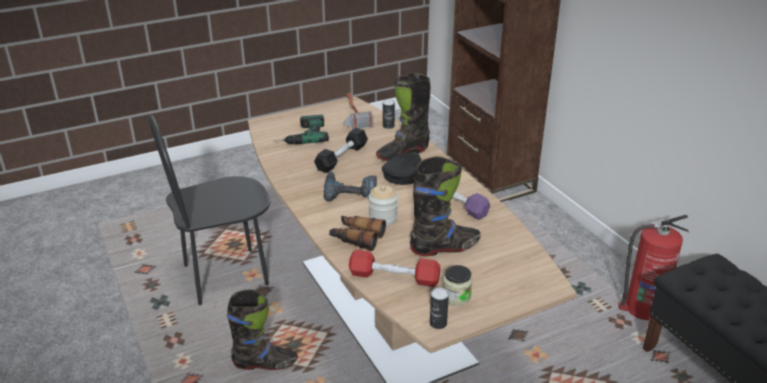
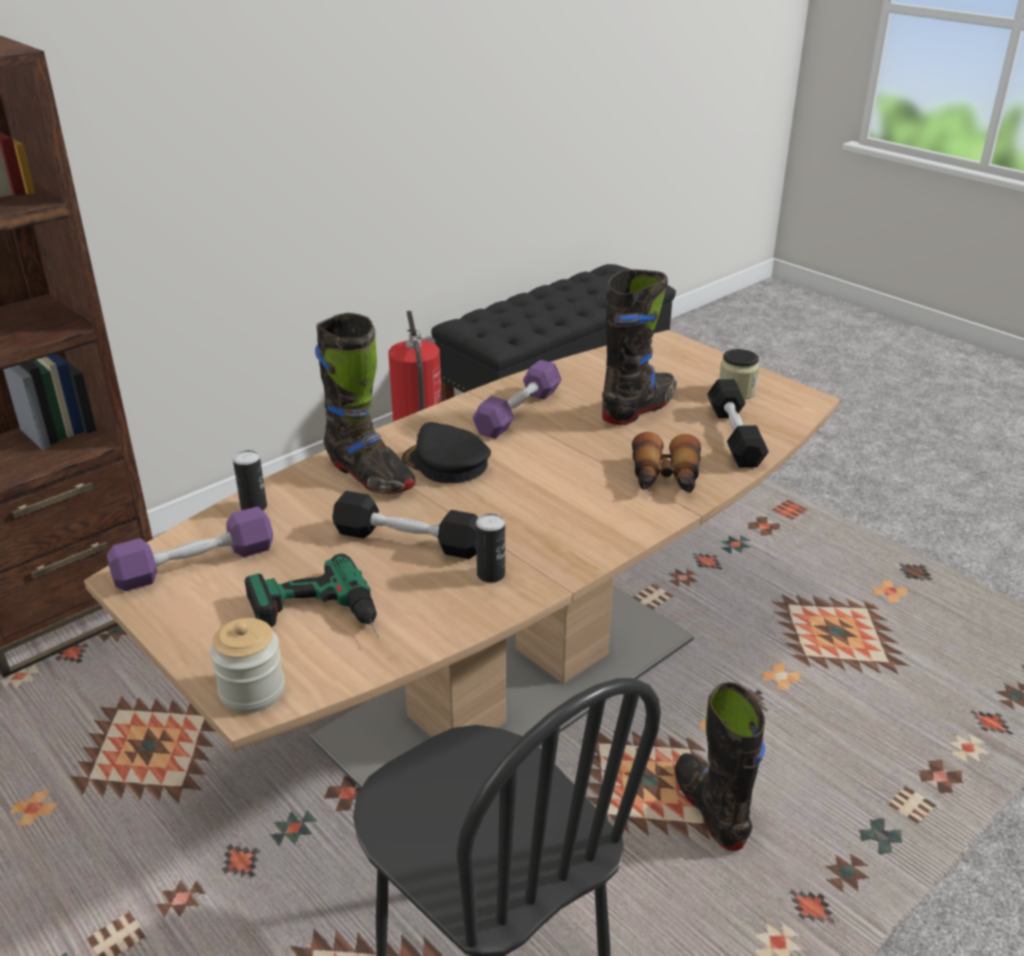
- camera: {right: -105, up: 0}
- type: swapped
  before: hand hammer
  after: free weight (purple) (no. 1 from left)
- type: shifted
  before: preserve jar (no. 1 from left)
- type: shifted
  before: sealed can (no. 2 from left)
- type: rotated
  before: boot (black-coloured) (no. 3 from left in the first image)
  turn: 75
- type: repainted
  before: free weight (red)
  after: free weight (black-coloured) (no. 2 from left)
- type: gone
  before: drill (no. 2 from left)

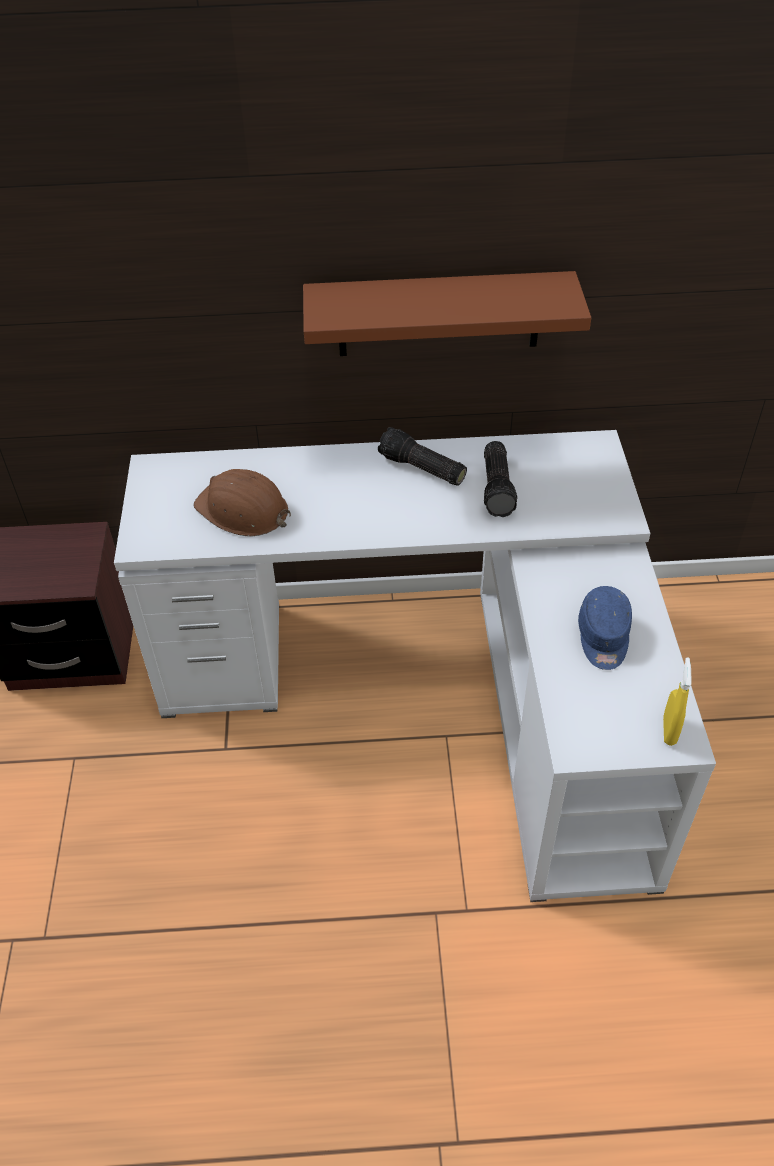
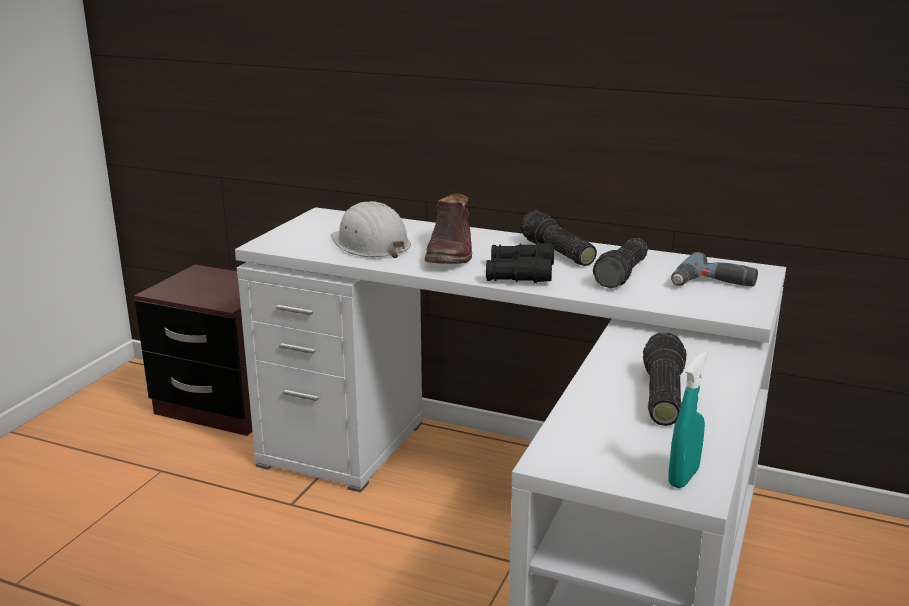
- camera: {right: 25, up: -25}
- type: repainted
  before: safety helmet (brown-coloured)
  after: safety helmet (white)
- type: new
  after: boot (brown-coloured)
- type: new
  after: field glasses (black-coloured)
- type: swapped
  before: baseball cap (blue-coloured)
  after: torch (no. 3 from left)
- type: repainted
  before: sprayer (yellow)
  after: sprayer (blue-green)
- type: new
  after: drill
- type: gone
  before: shelf (brown-coloured)

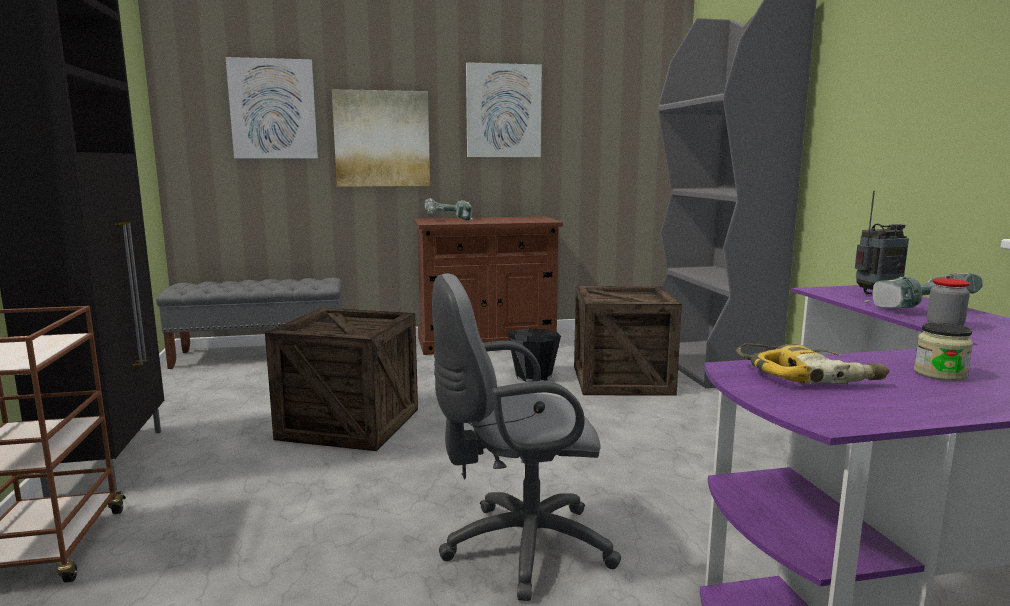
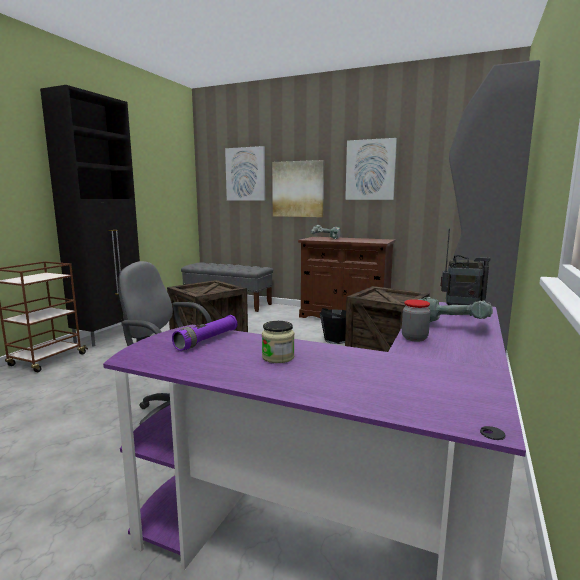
- camera: {right: 35, up: 0}
- type: swapped
  before: drill (no. 2 from left)
  after: torch (purple)

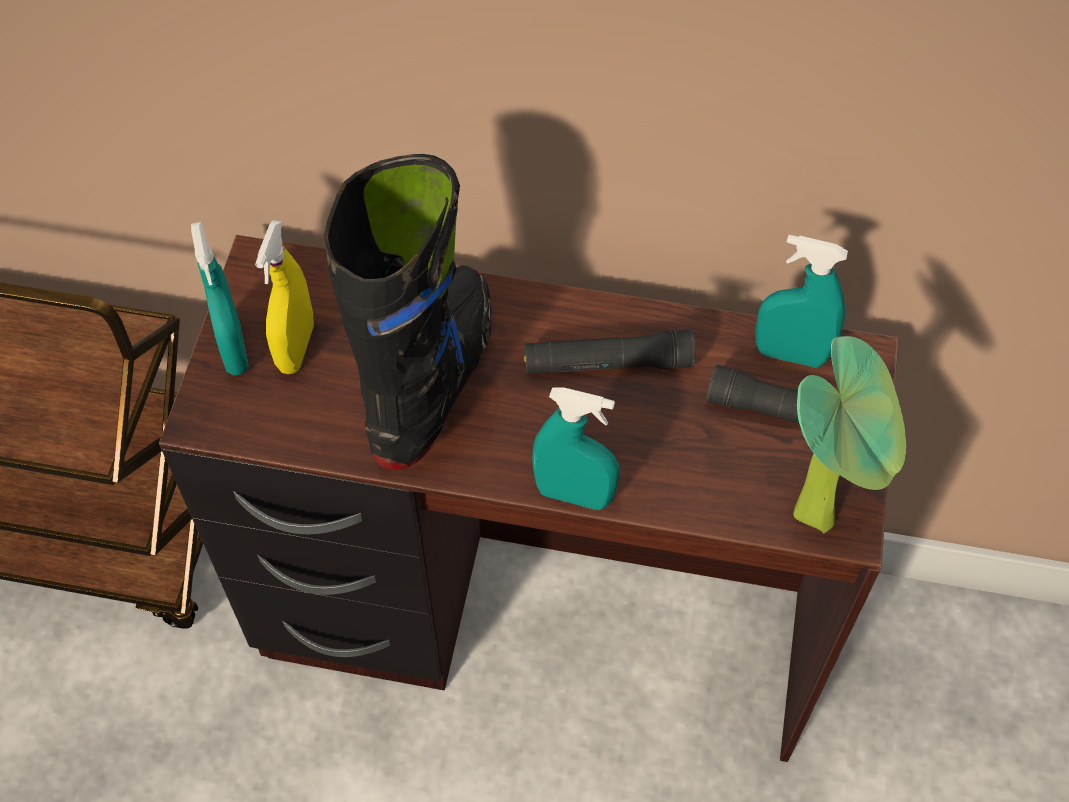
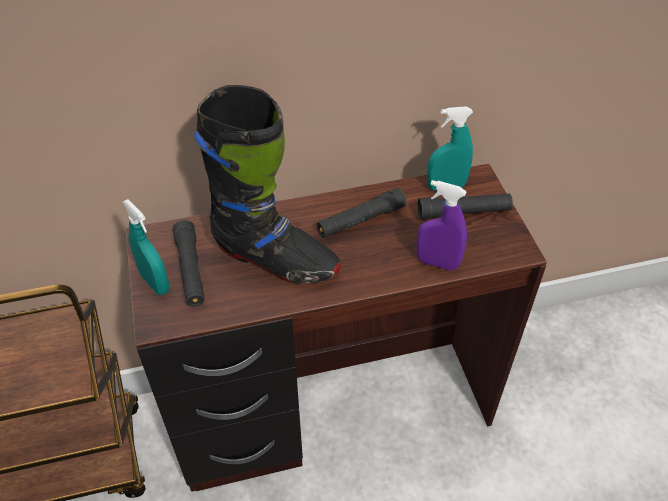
- camera: {right: -25, up: -10}
- type: swapped
  before: sprayer (yellow)
  after: torch (black-coloured) (no. 1 from left)
- type: rotated
  before: boot (black-coloured)
  turn: 120
- type: new
  after: sprayer (purple)
- type: gone
  before: sprayer (blue-green) (no. 2 from left)
- type: gone
  before: houseplant

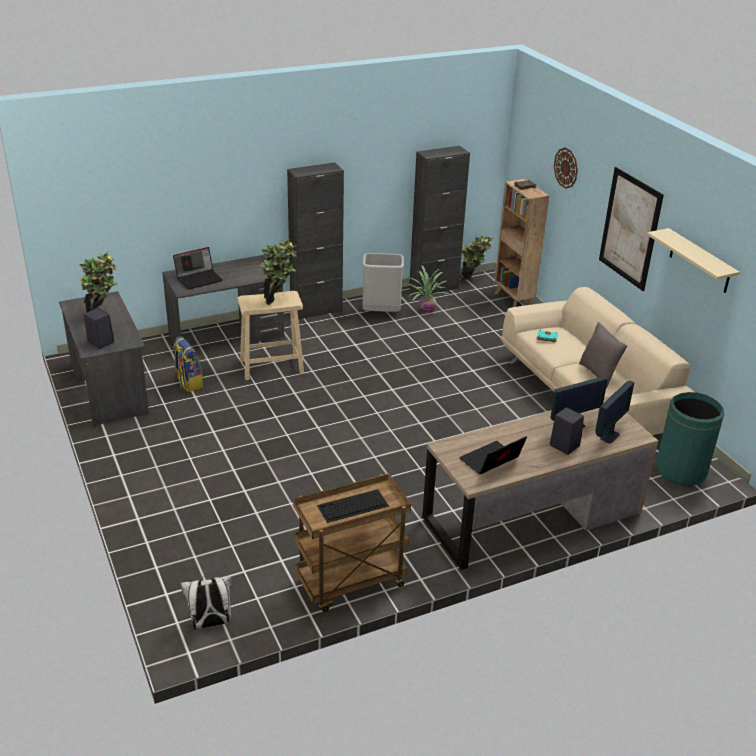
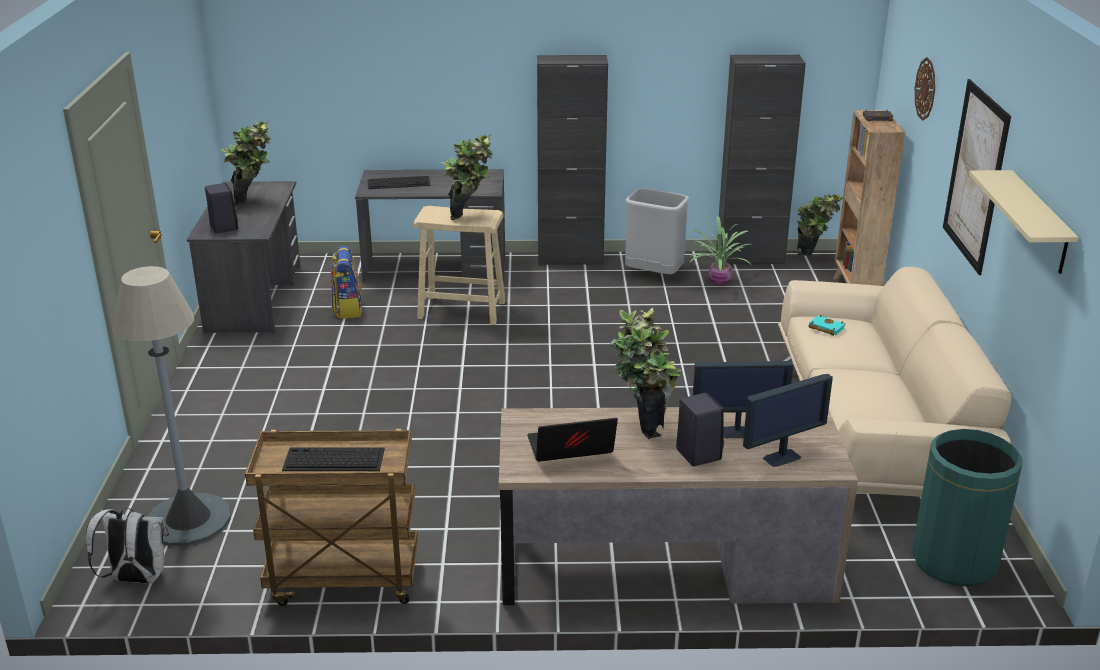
- camera: {right: 25, up: -5}
- type: new
  after: standing lamp (grey)
- type: swapped
  before: portable computer (no. 1 from left)
  after: PC keyboard (no. 2 from left)
- type: new
  after: houseplant (no. 3 from left)
- type: gone
  before: pillow (grey)

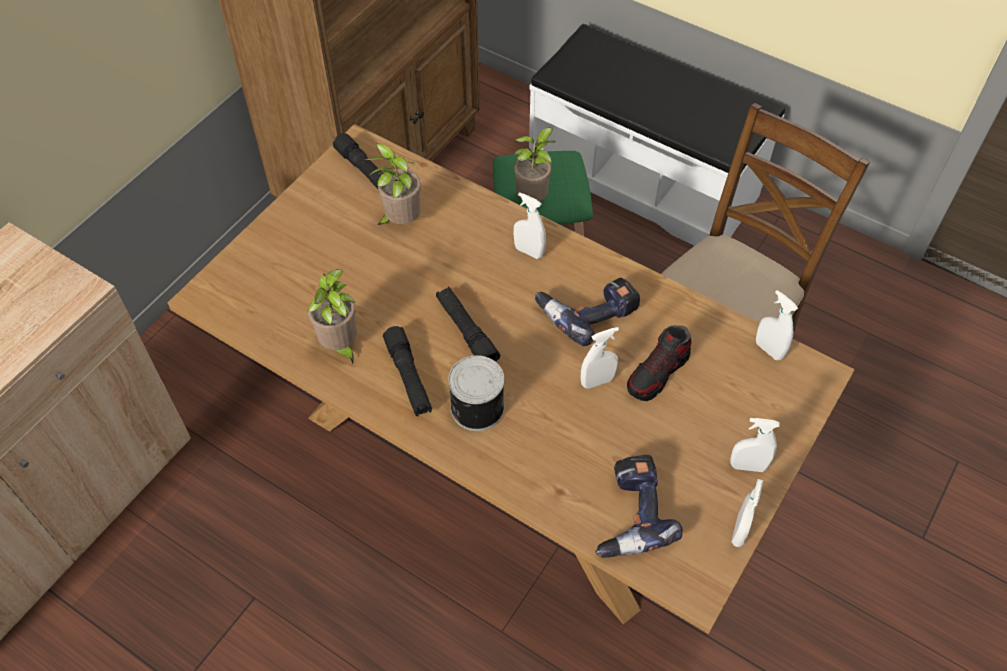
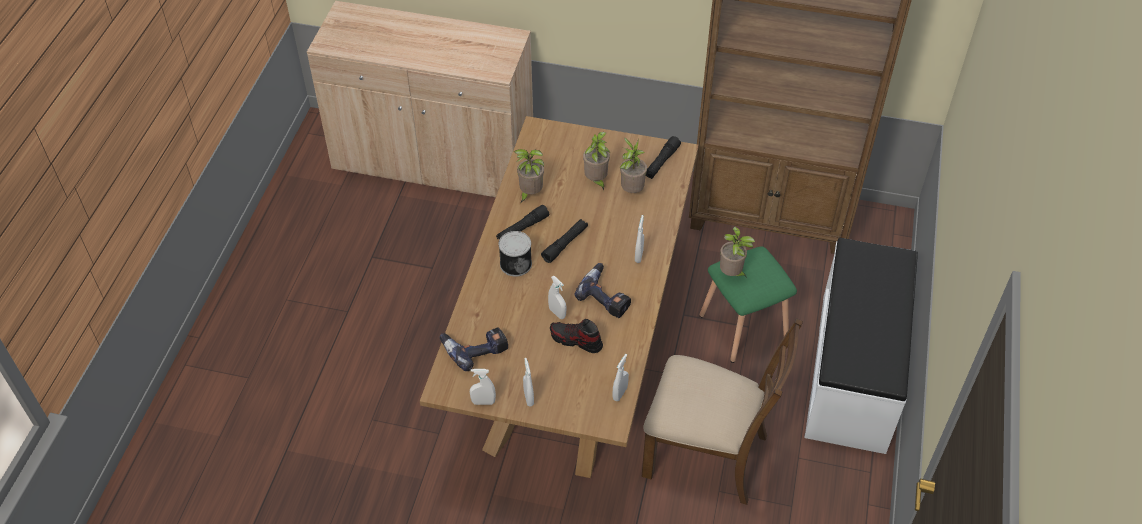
- camera: {right: 70, up: -5}
- type: new
  after: houseplant (no. 2 from left)

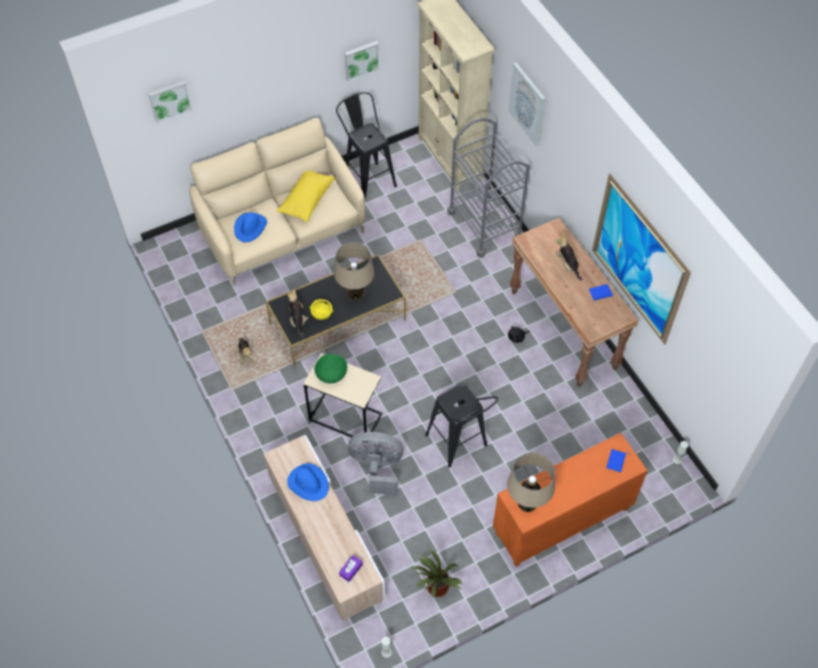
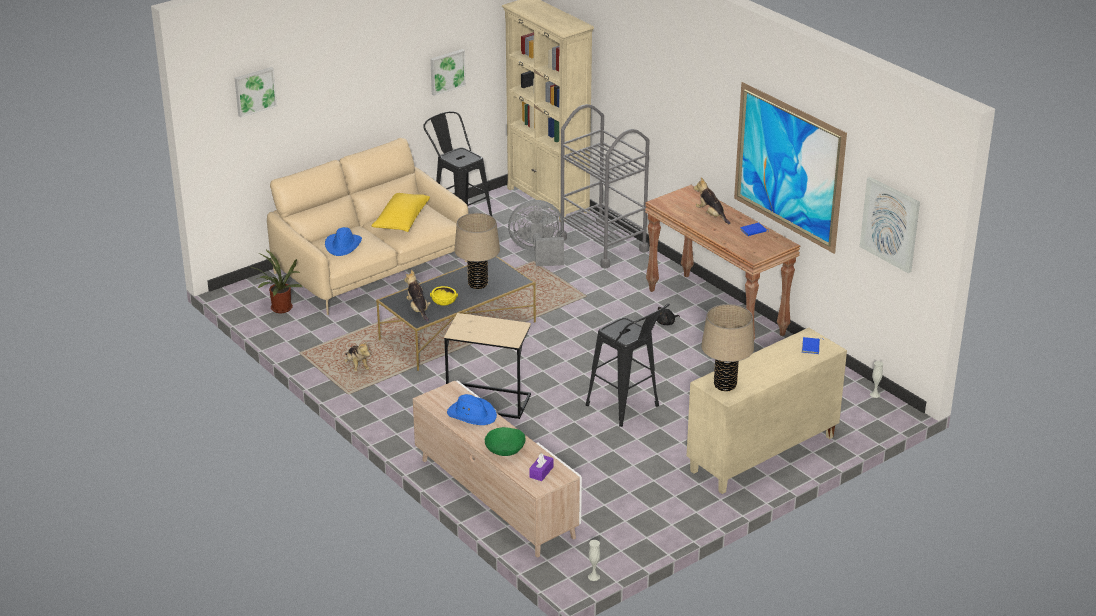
- camera: {right: -10, up: -25}
- type: shifted
  before: houseplant
- type: shifted
  before: bowl (green-coloured)
- type: shifted
  before: electric fan (grey)
- type: repainted
  before: cupboard (orange-coloured)
  after: cupboard (sand-coloured)
- type: shifted
  before: wall picture (no. 3 from left in the first image)
  after: wall picture (no. 4 from left)

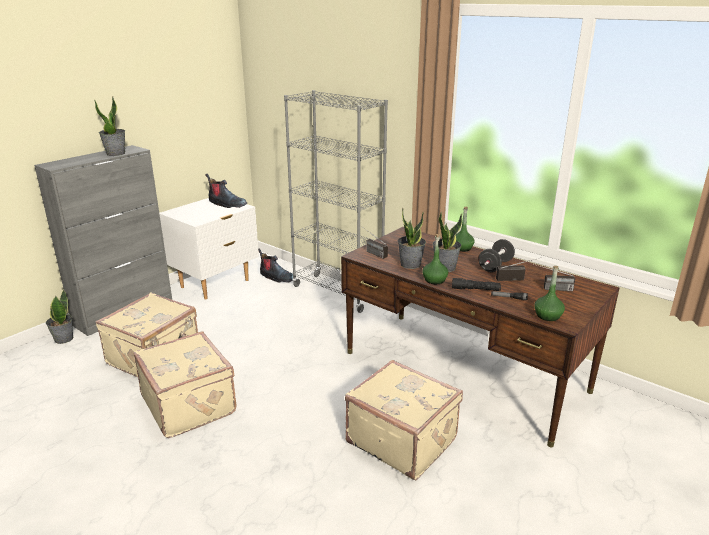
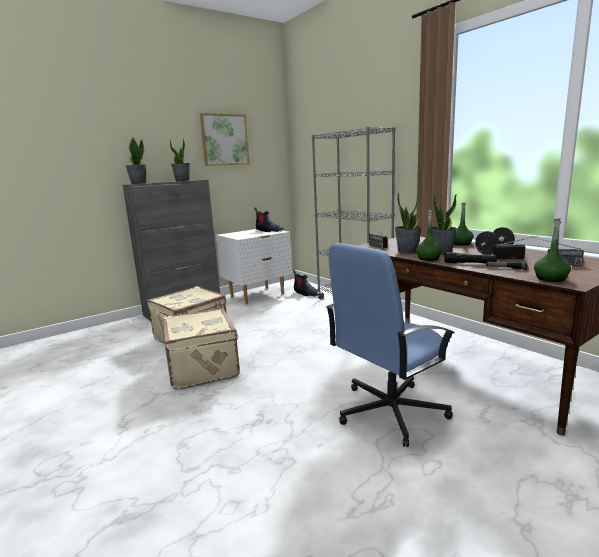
- camera: {right: 15, up: -10}
- type: shifted
  before: houseplant (no. 1 from left)
- type: new
  after: wall picture
- type: swapped
  before: piece of luggage (sand-coloured) (no. 3 from left)
  after: office chair (blue-coloured)

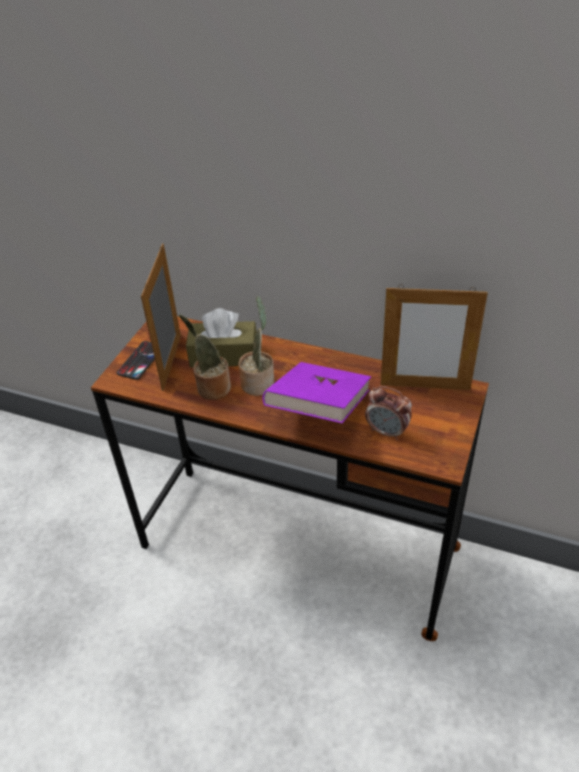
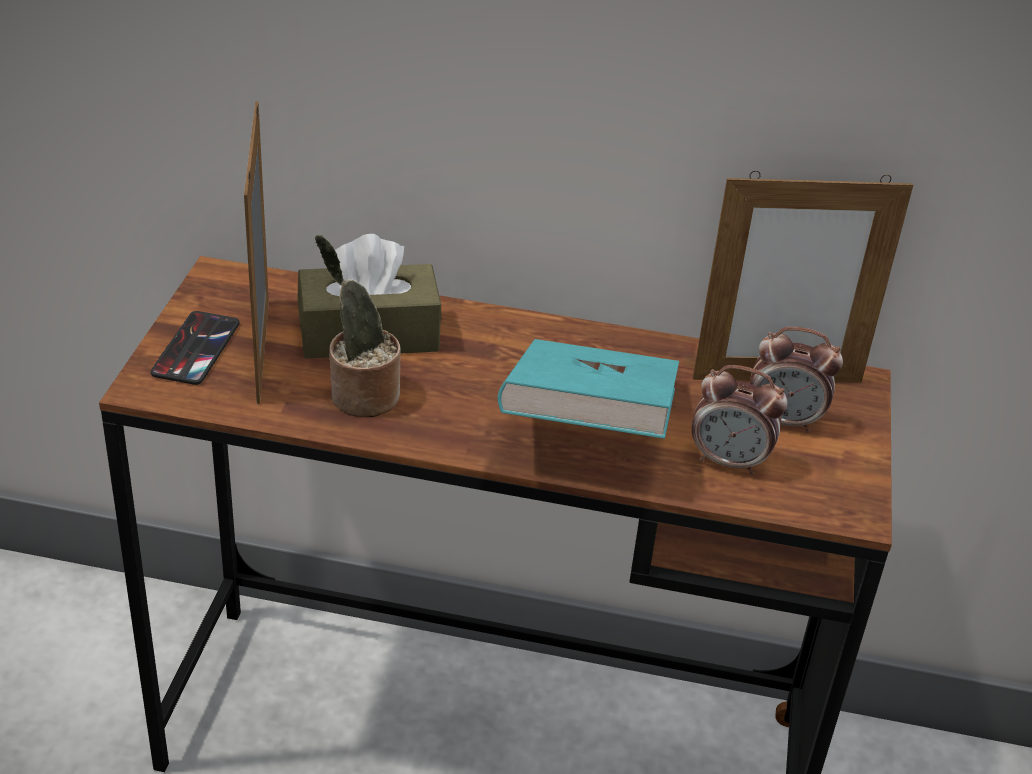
- camera: {right: -15, up: -5}
- type: repainted
  before: book (purple)
  after: book (blue-green)
- type: new
  after: alarm clock (no. 2 from left)
- type: gone
  before: houseplant (no. 2 from left)

